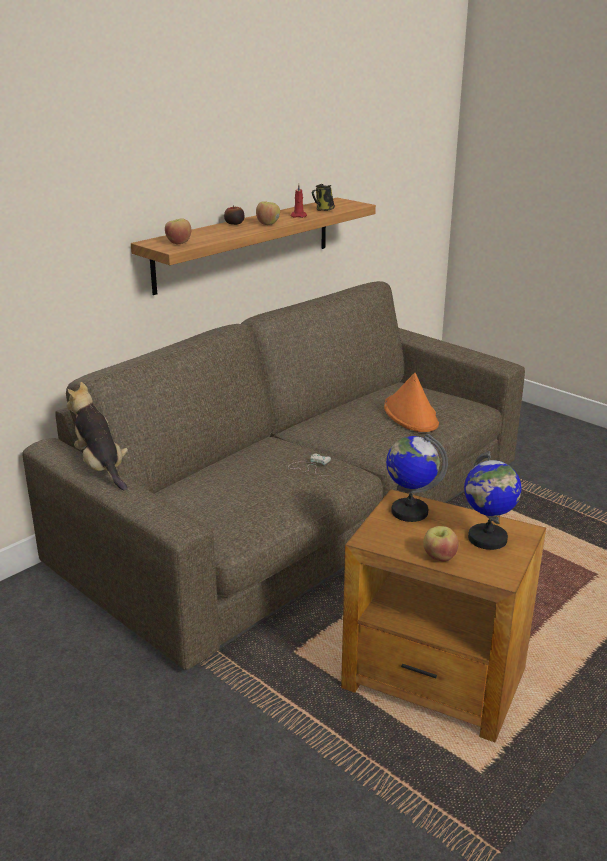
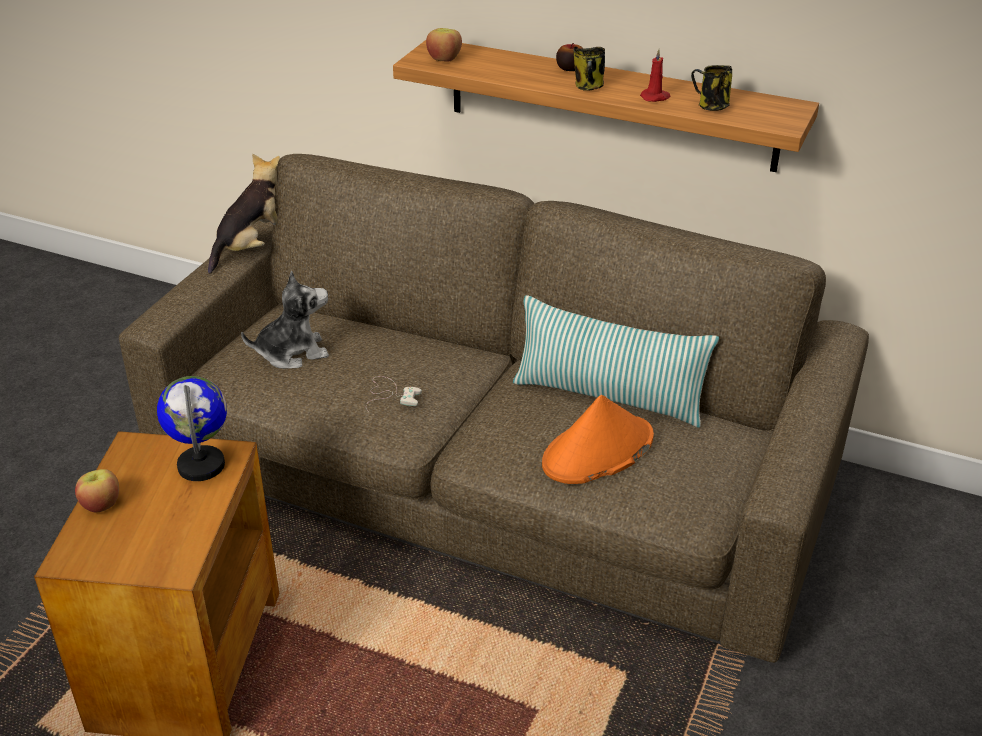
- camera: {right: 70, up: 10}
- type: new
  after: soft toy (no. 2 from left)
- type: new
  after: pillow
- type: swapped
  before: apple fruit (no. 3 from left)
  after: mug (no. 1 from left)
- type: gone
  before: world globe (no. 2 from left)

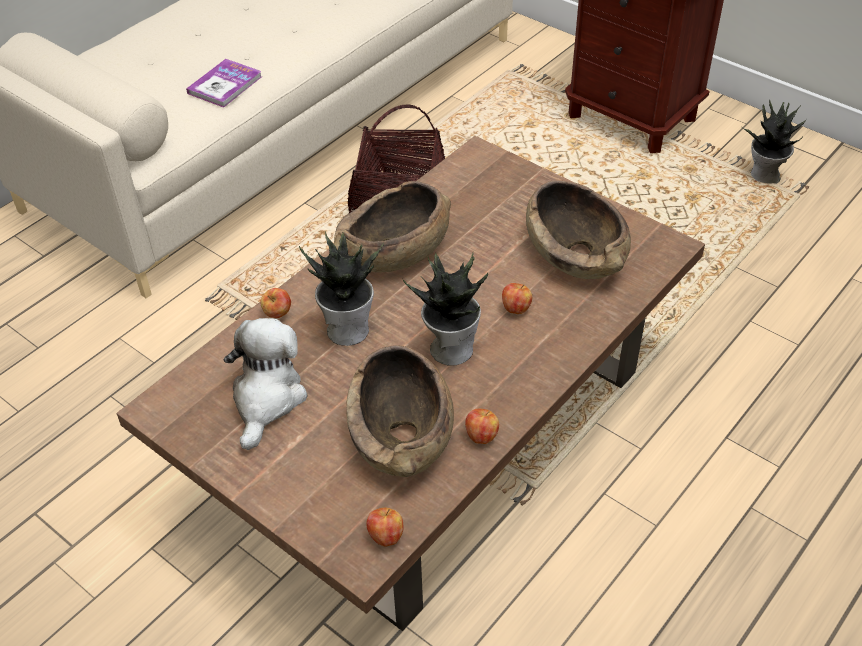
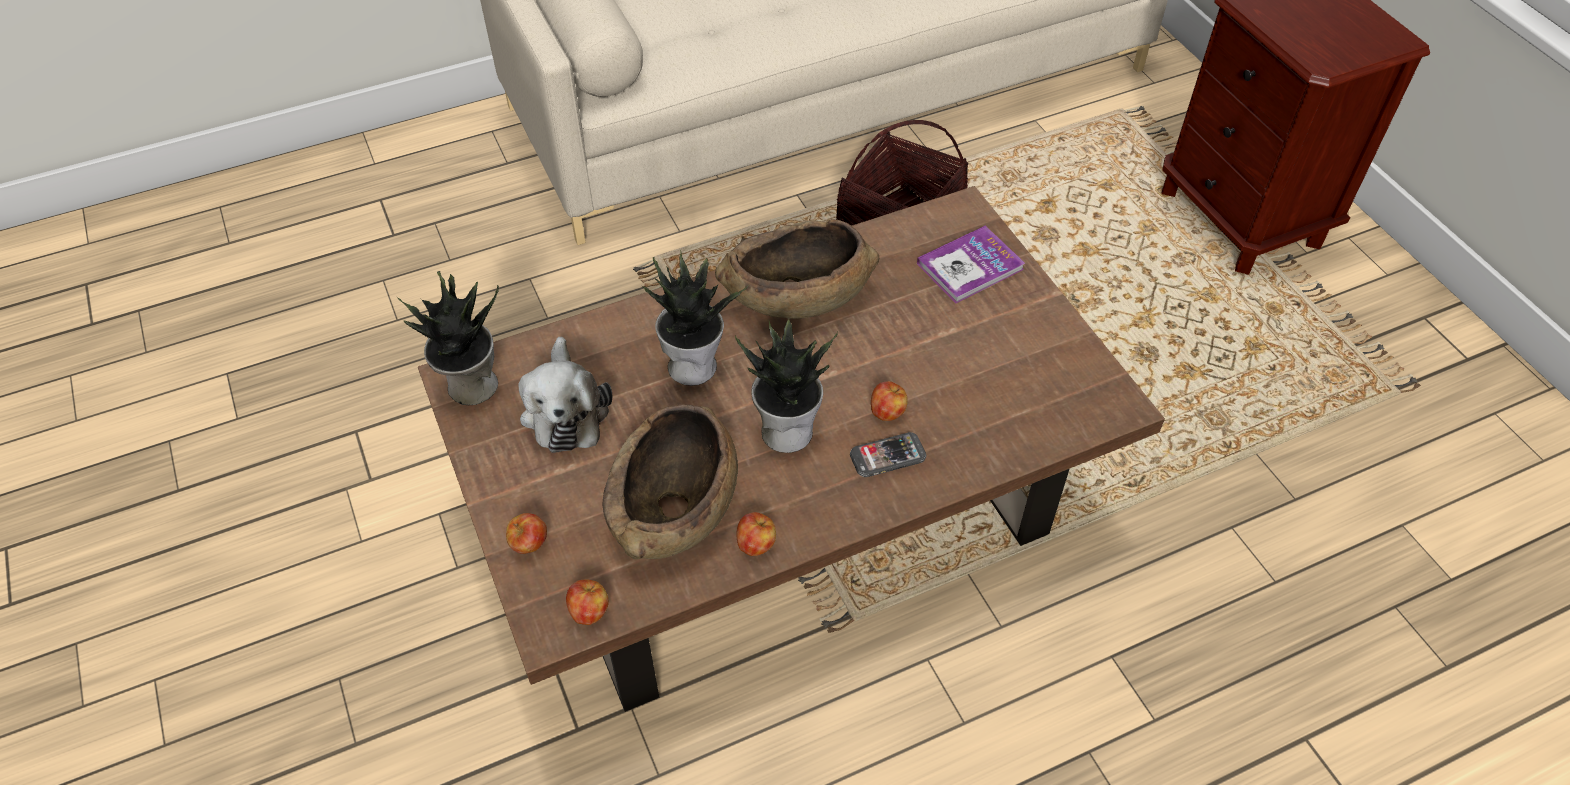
- camera: {right: 25, up: 5}
- type: shifted
  before: houseplant (no. 3 from left in the first image)
  after: houseplant (no. 1 from left)
- type: shifted
  before: apple fruit (no. 1 from left)
- type: rotated
  before: soft toy
  turn: 135
- type: new
  after: telephone
- type: shifted
  before: book
- type: gone
  before: bowl (brown-coloured) (no. 3 from left)

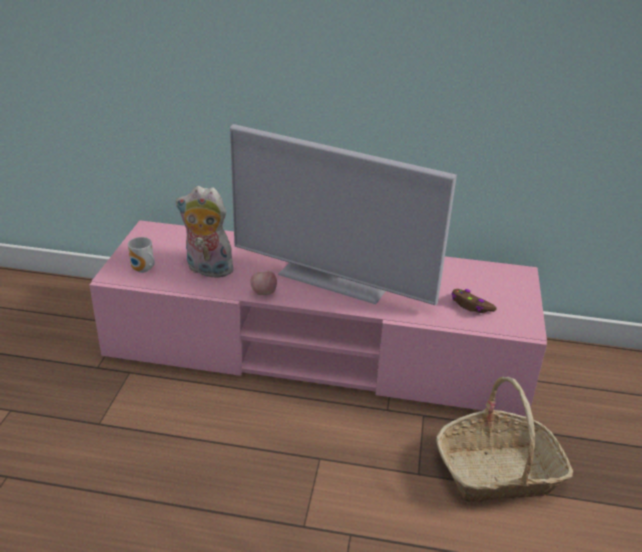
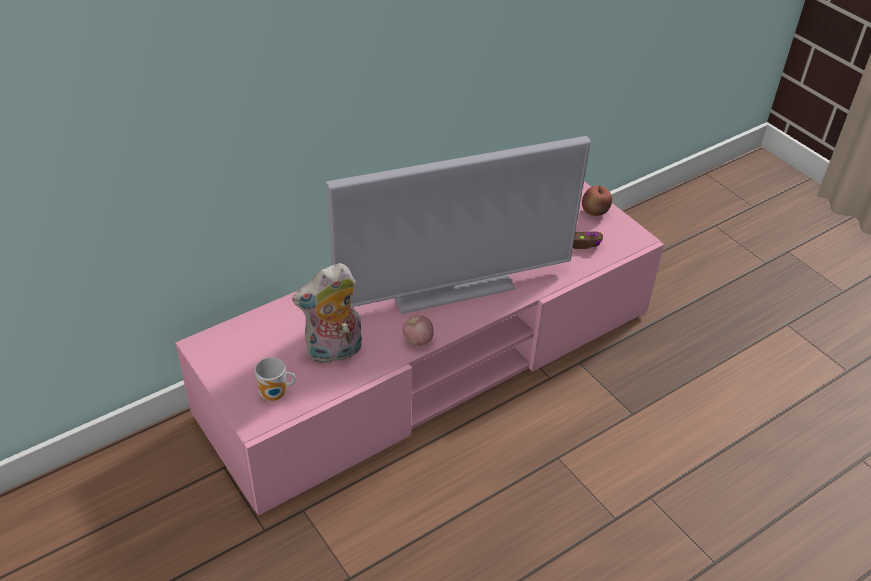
- camera: {right: -45, up: 10}
- type: new
  after: apple fruit (no. 2 from left)
- type: gone
  before: household basket

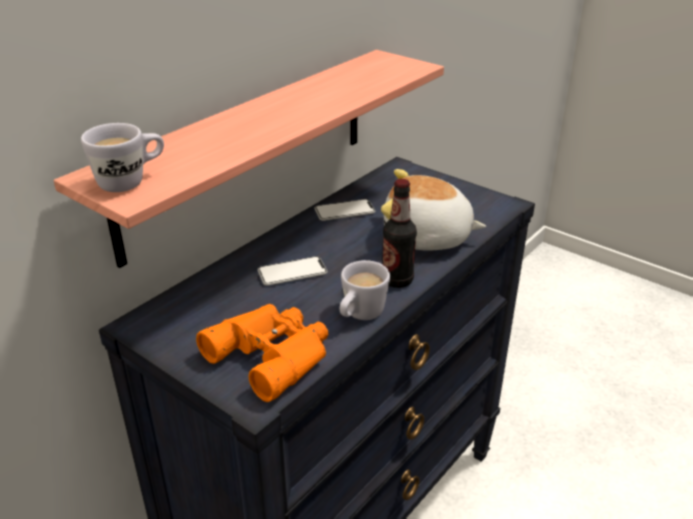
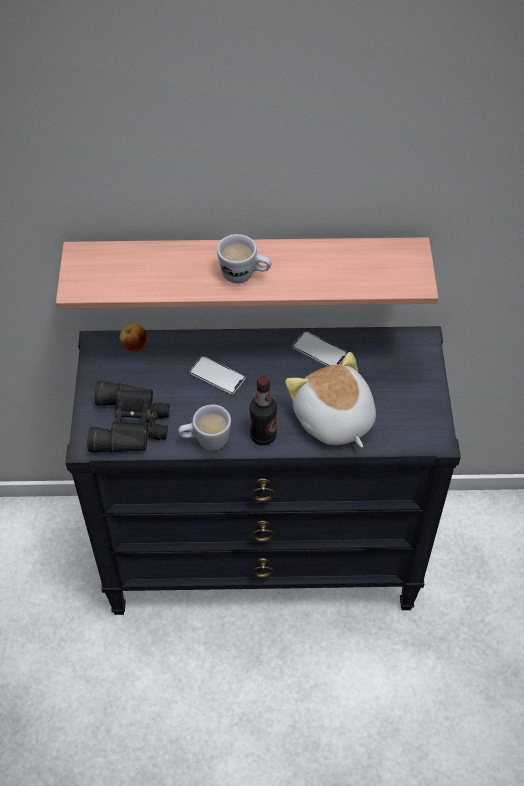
- camera: {right: 50, up: 20}
- type: repainted
  before: field glasses (orange-coloured)
  after: field glasses (black-coloured)
- type: new
  after: apple fruit
- type: shifted
  before: mug (white) (no. 1 from left in the first image)
  after: mug (white) (no. 2 from left)

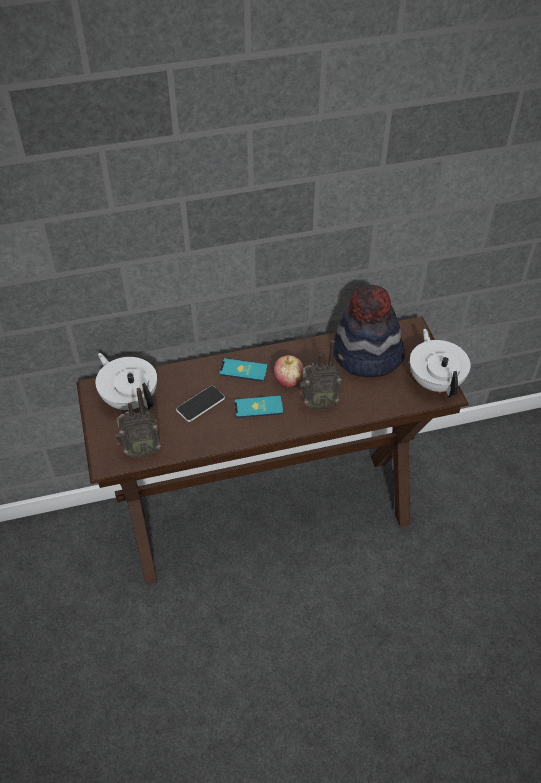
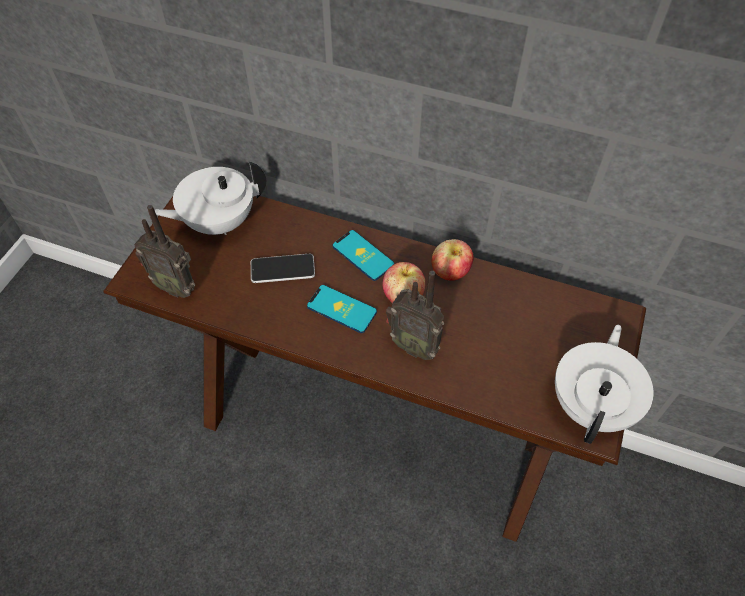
- camera: {right: 35, up: 5}
- type: rotated
  before: tea pot (white) (no. 1 from left)
  turn: -105
- type: new
  after: apple fruit (no. 2 from left)
- type: gone
  before: hat

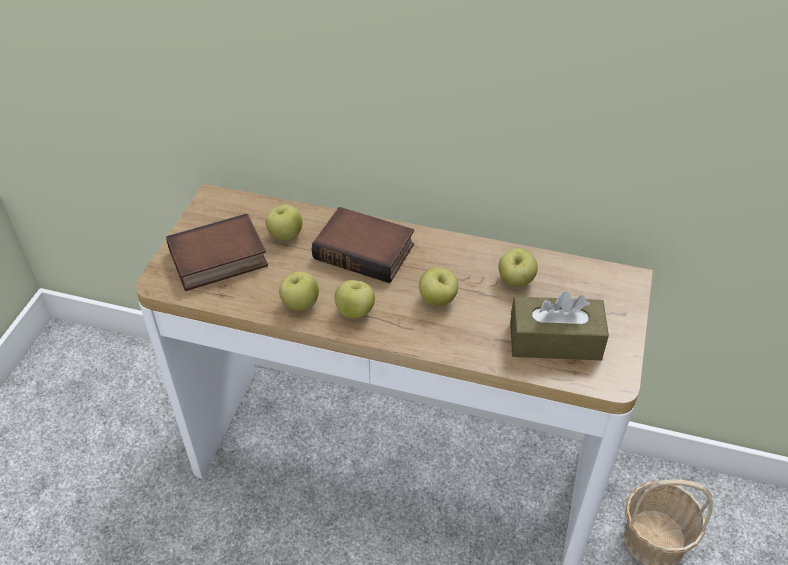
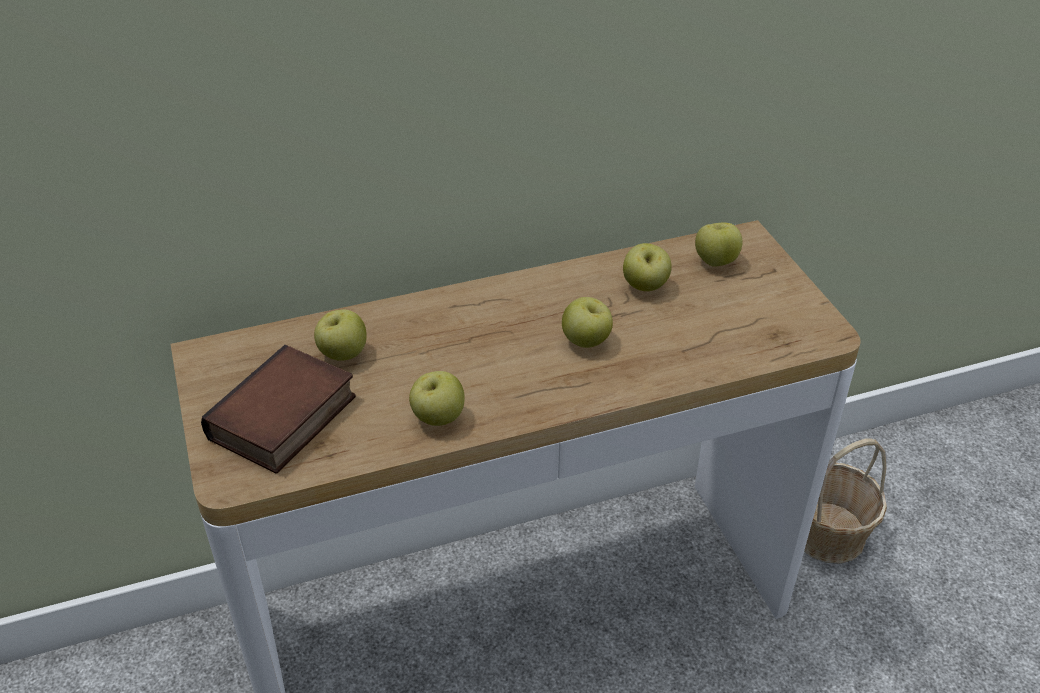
- camera: {right: -35, up: -5}
- type: shifted
  before: apple fruit (no. 3 from left in the first image)
  after: apple fruit (no. 5 from left)
- type: gone
  before: book (no. 2 from left)
- type: gone
  before: box of tissues (brown-coloured)

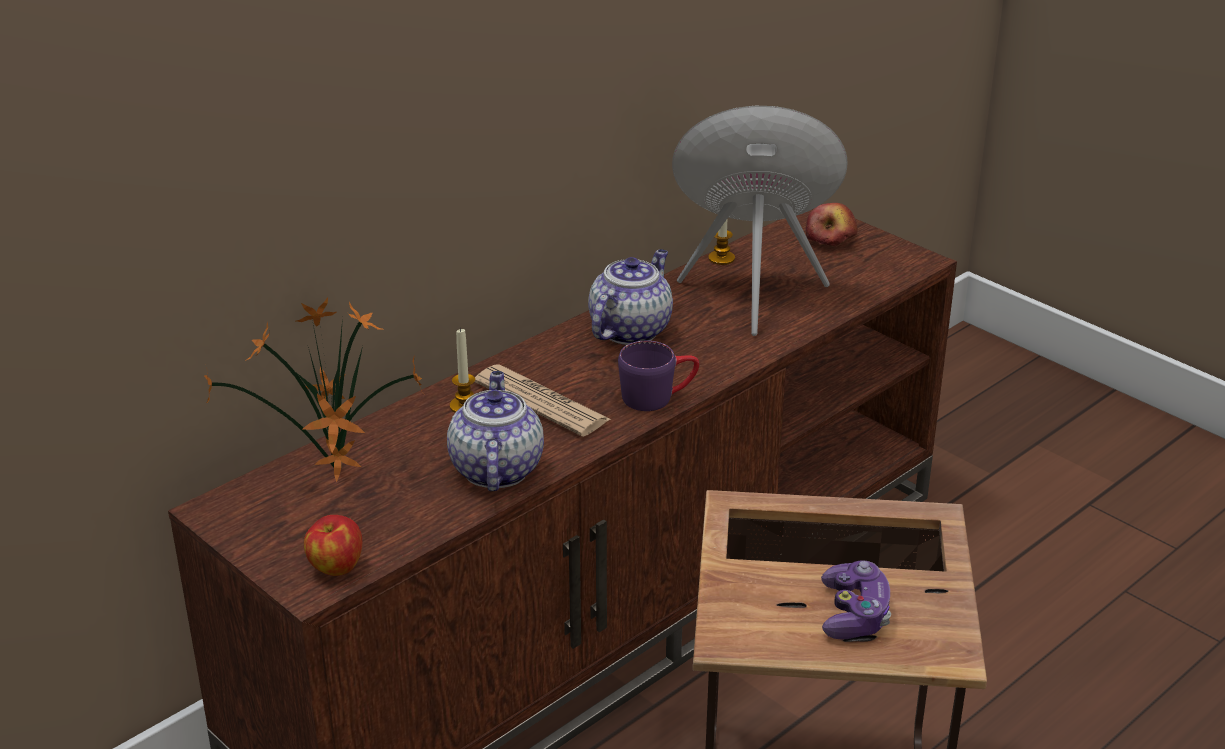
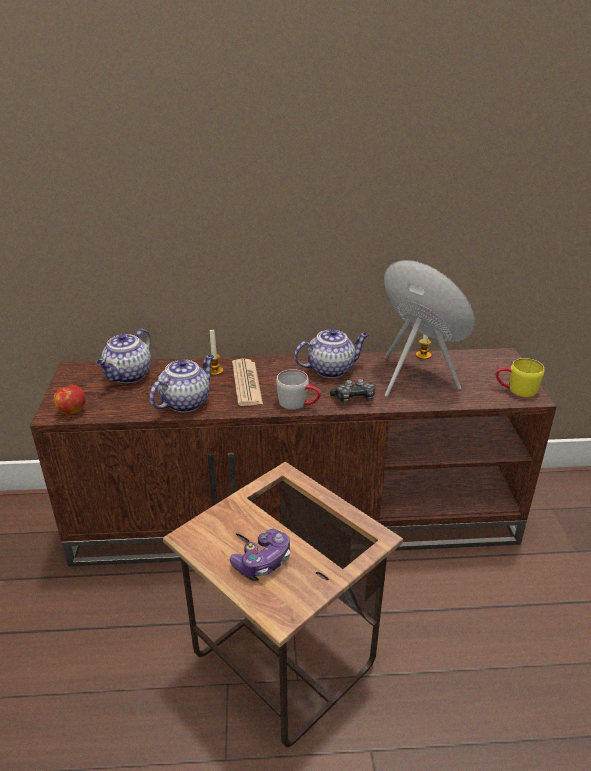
- camera: {right: 40, up: 0}
- type: swapped
  before: houseplant
  after: tea pot (no. 1 from left)
- type: repainted
  before: mug (purple)
  after: mug (grey)
- type: new
  after: gamepad (no. 2 from left)
- type: new
  after: mug (yellow)
- type: gone
  before: apple fruit (no. 2 from left)

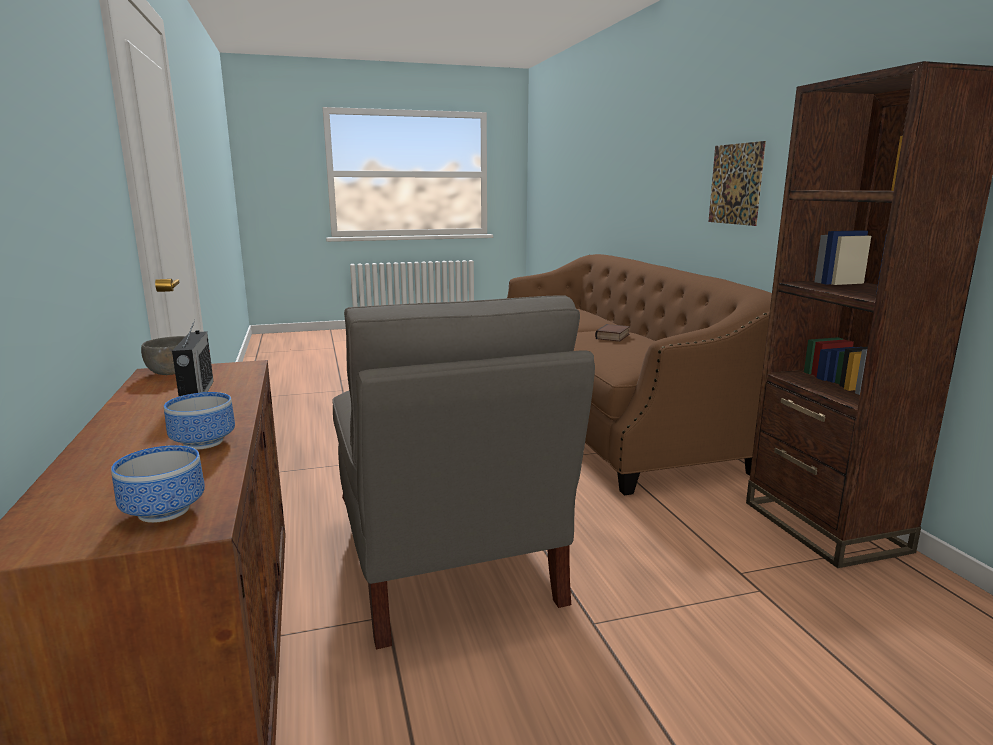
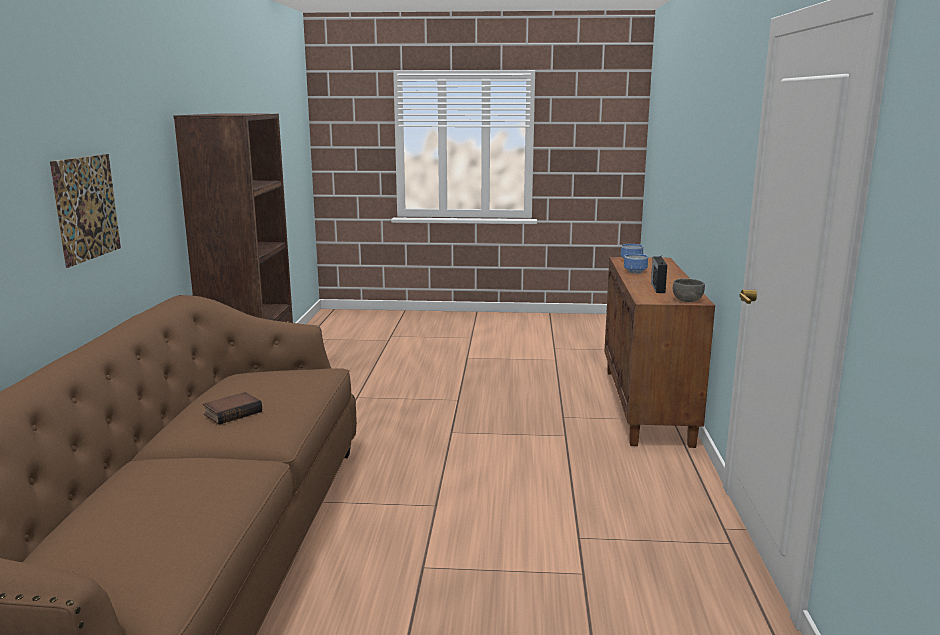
- camera: {right: -160, up: 0}
- type: gone
  before: lounge chair (grey)

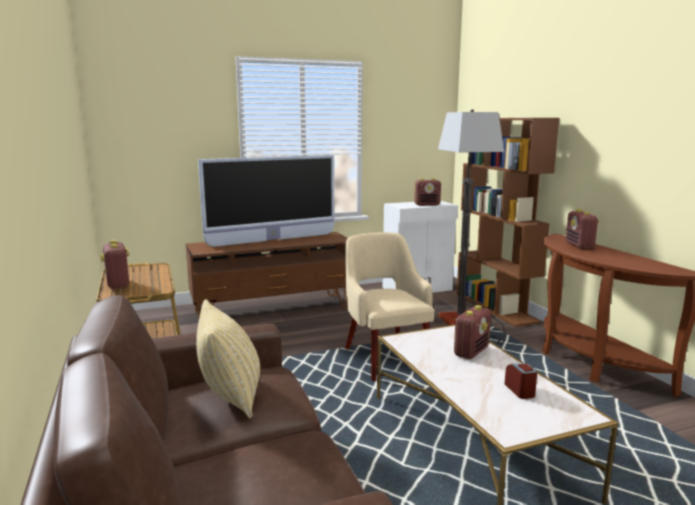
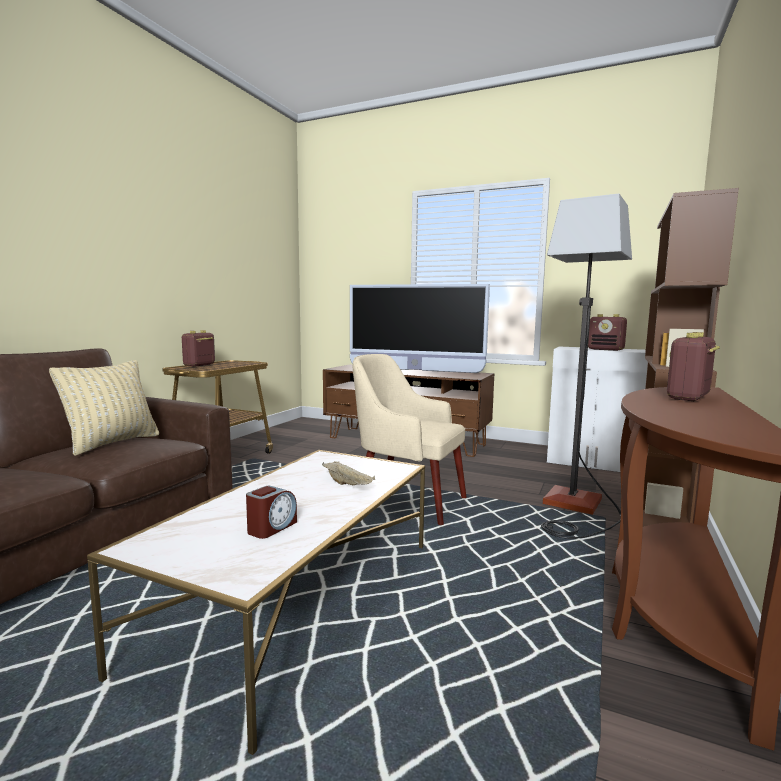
- camera: {right: 45, up: -5}
- type: swapped
  before: radio (no. 3 from left)
  after: tray (sand-coloured)
- type: rotated
  before: lounge chair (sand-coloured)
  turn: -90

